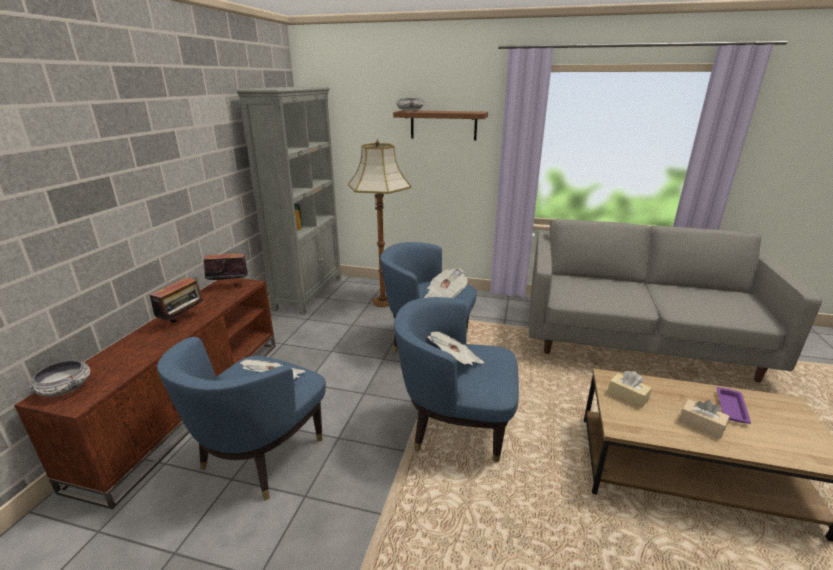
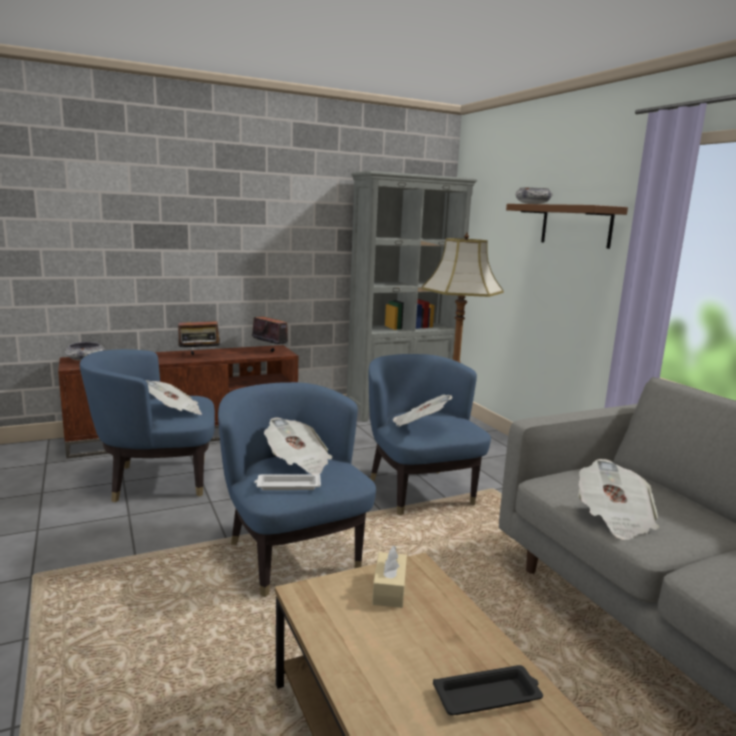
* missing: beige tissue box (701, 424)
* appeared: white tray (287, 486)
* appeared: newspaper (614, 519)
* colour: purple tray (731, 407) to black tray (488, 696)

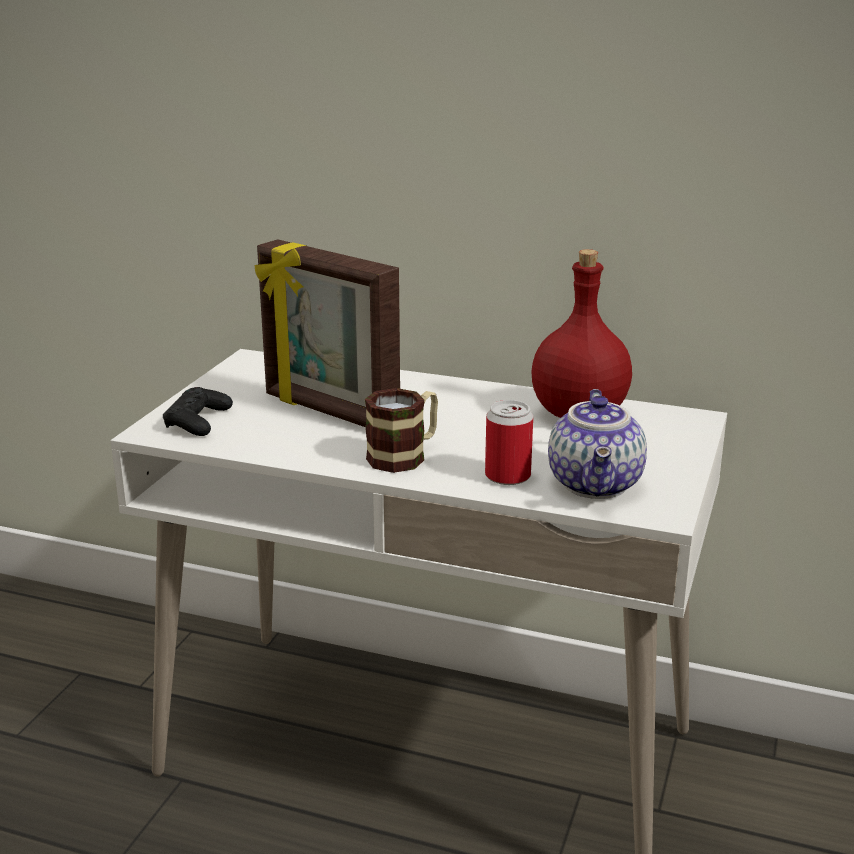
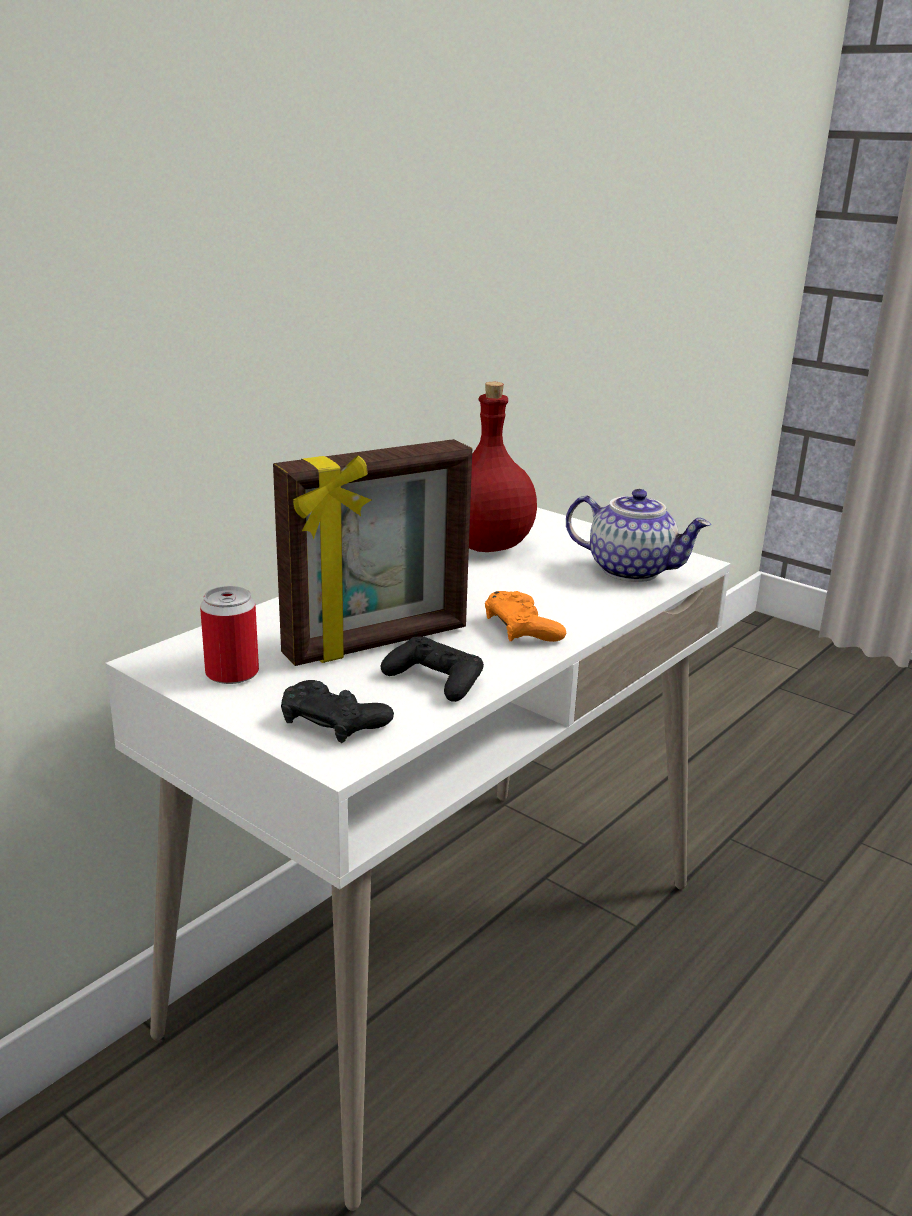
* appeared: black game controller (435, 679)
* relocated: can (507, 476) to (232, 673)
* exchanged: mug (405, 455) to orange game controller (522, 628)

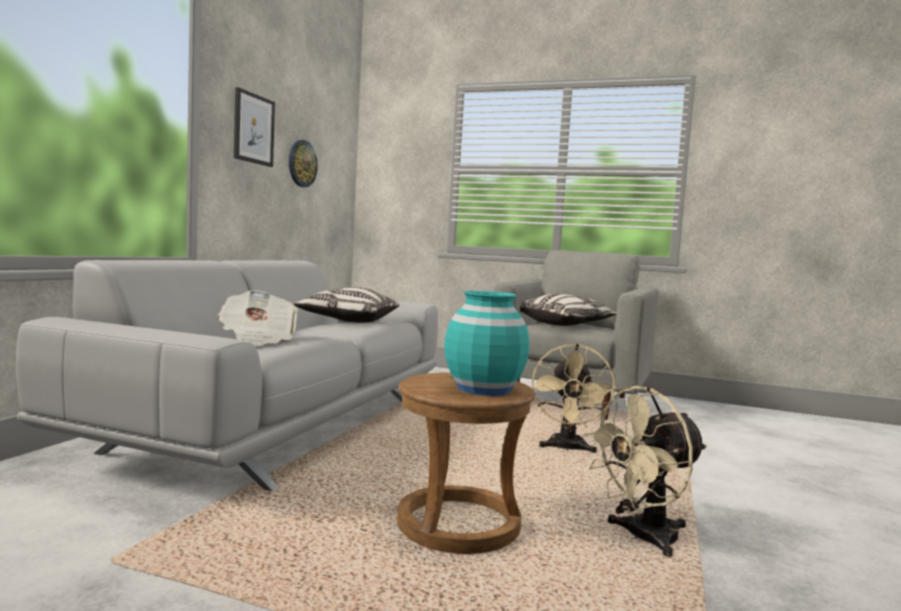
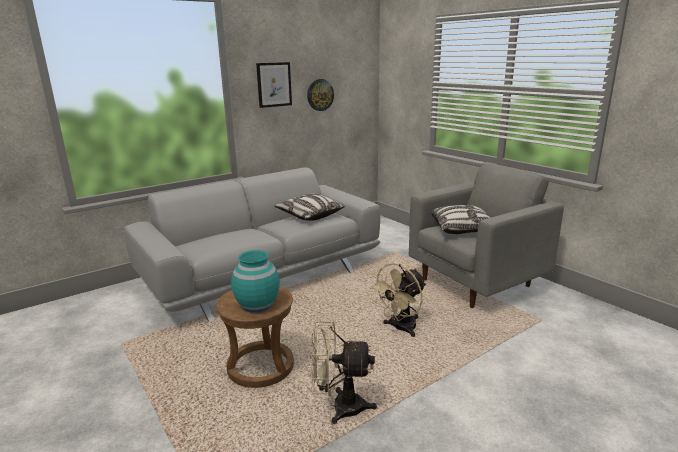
* missing: newspaper (257, 339)

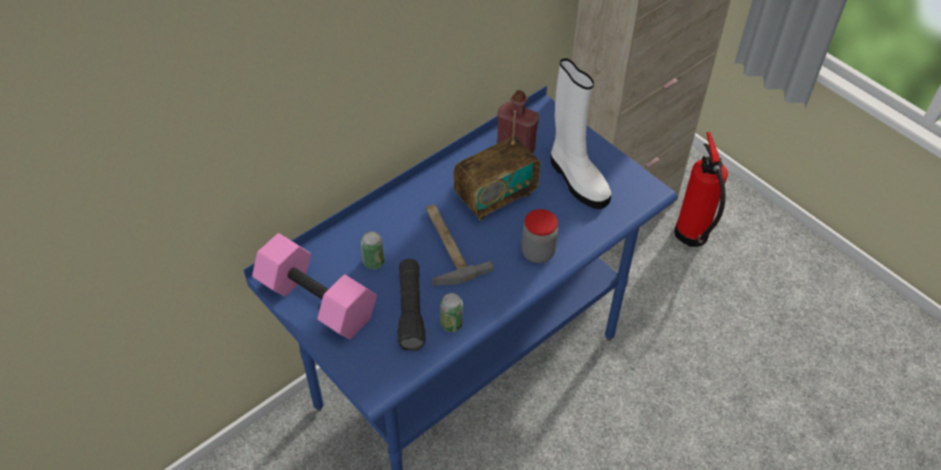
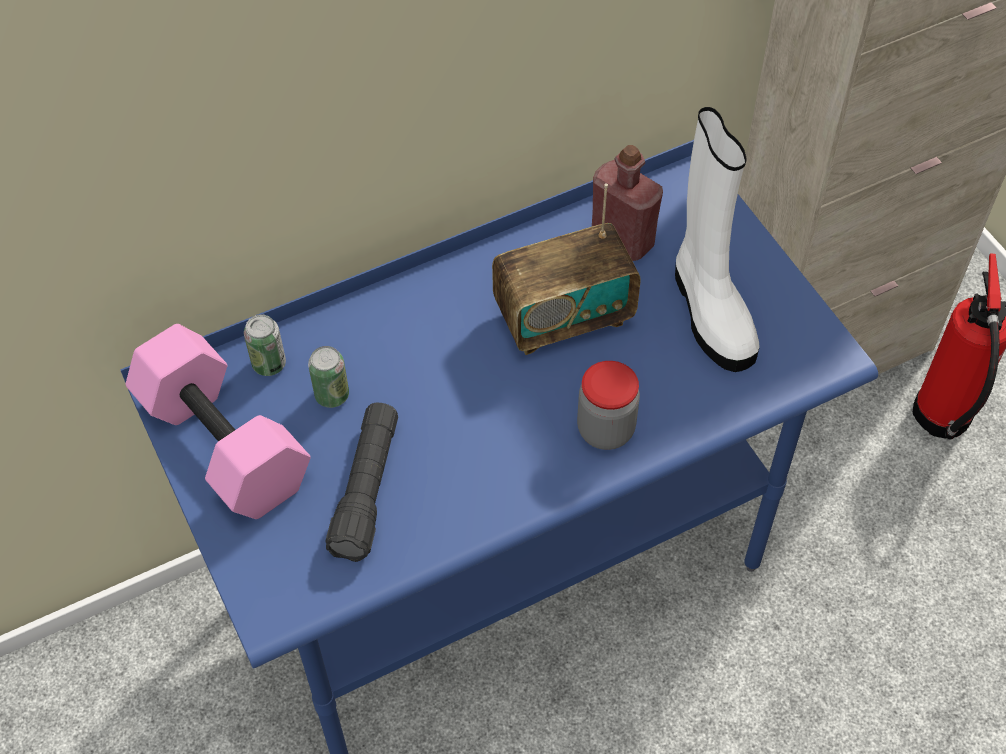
* missing: hammer (446, 245)
* relocated: can (451, 324) to (269, 364)

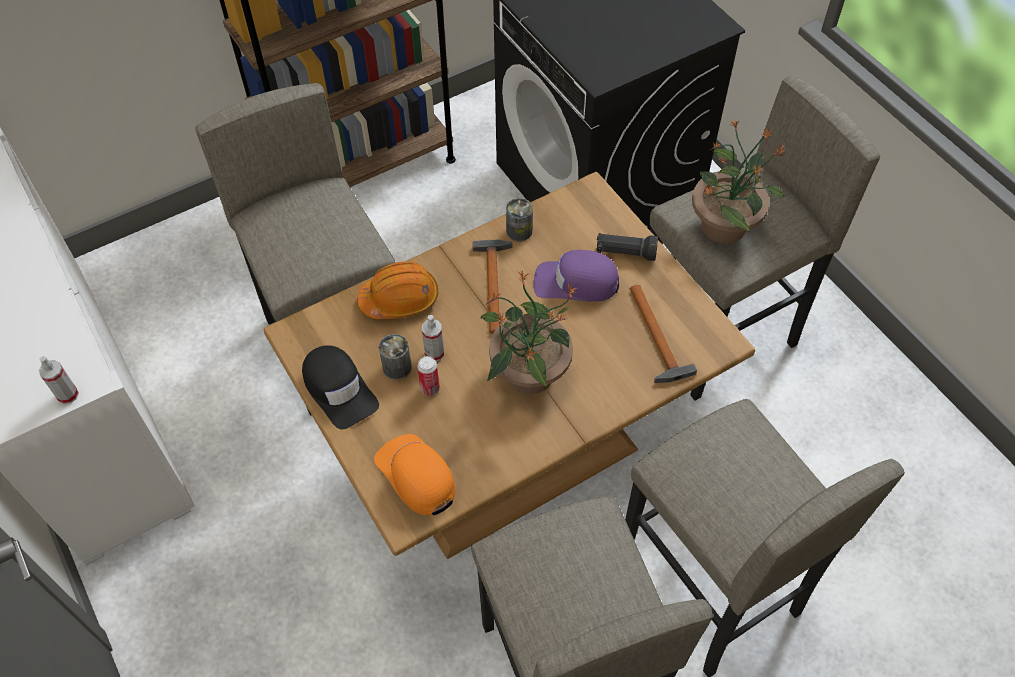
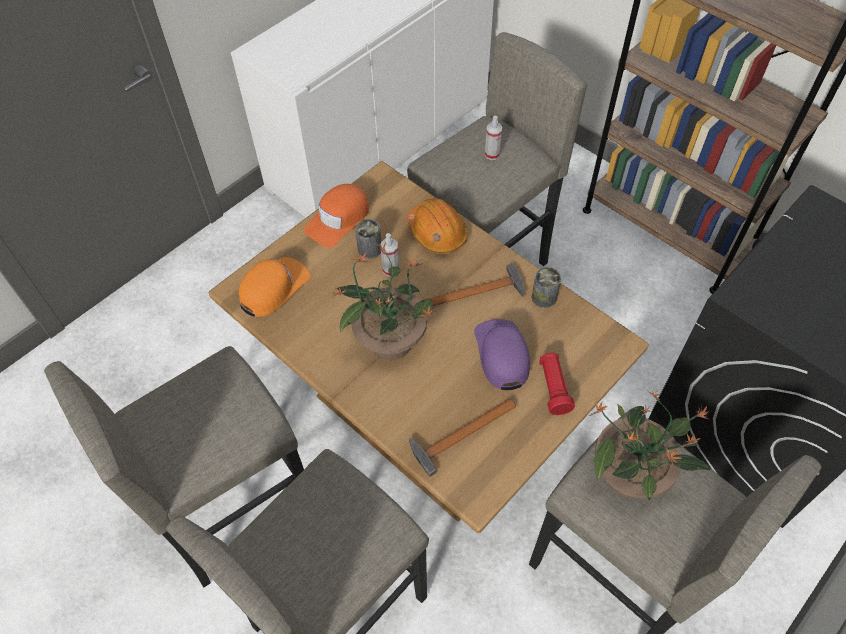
* missing: can (430, 388)
* relocated: spray bottle (68, 395) to (492, 154)
* colour: black cap (339, 390) to orange cap (338, 219)
* colour: black flashlight (625, 253) to red flashlight (553, 388)

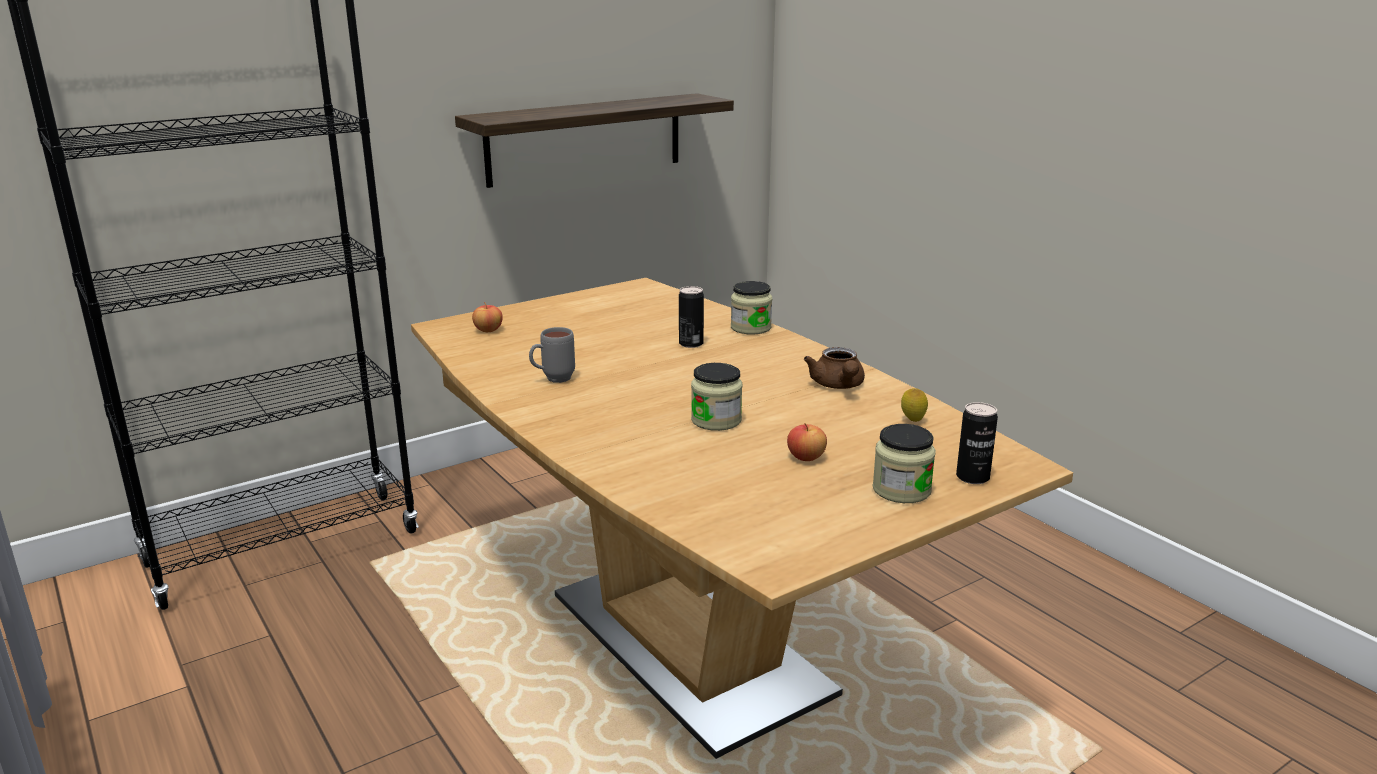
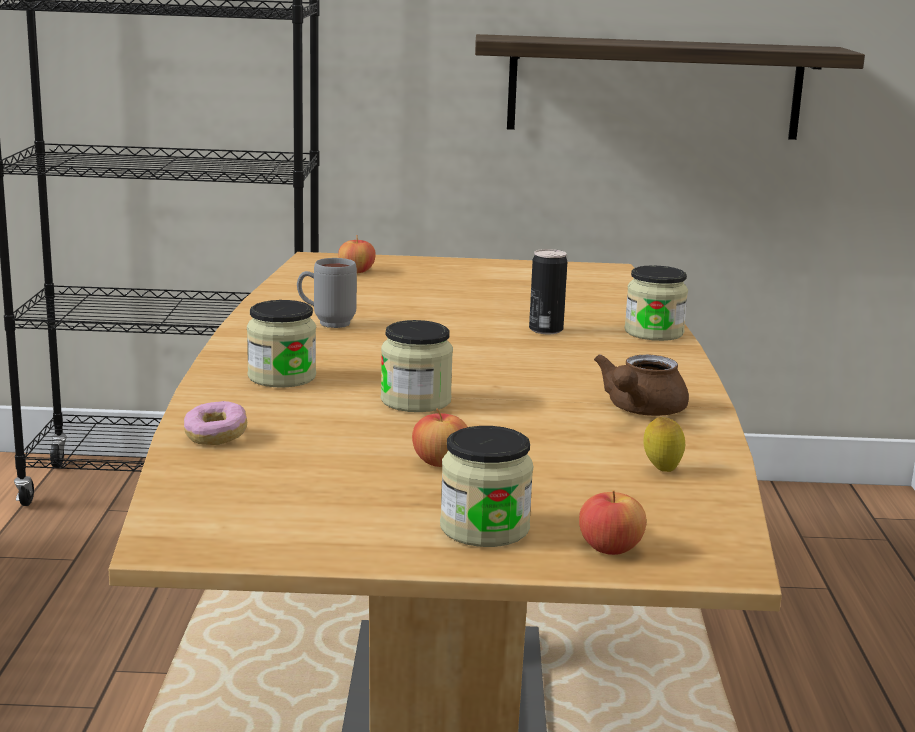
* appeared: donut (215, 437)
* appeared: jar (282, 377)
* exchanged: can (972, 477) to apple (610, 548)

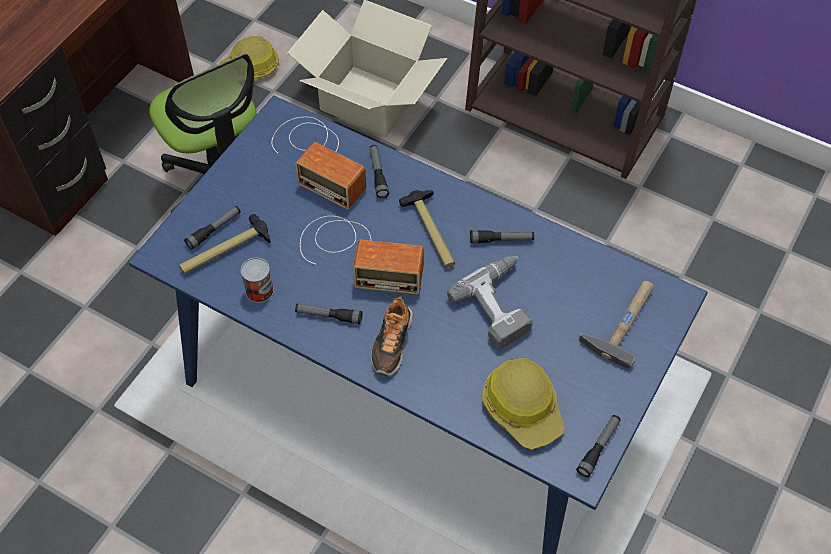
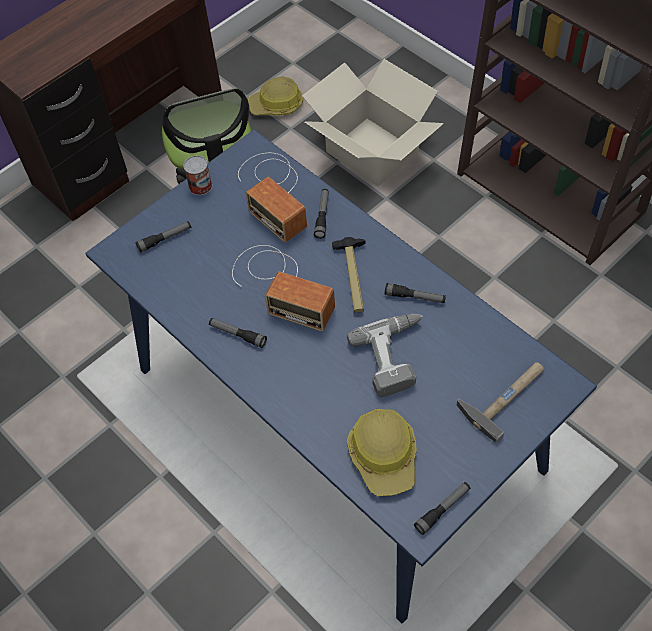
* missing: hammer (225, 251)
* missing: shoe (391, 343)
* relocated: can (259, 290) to (200, 186)

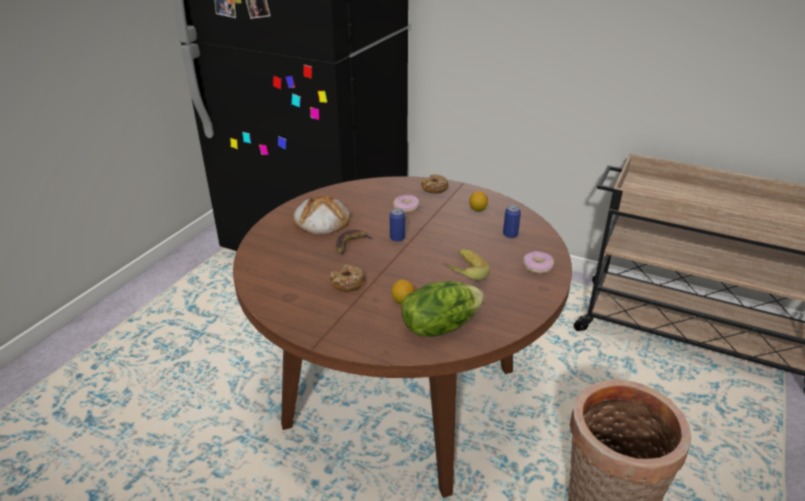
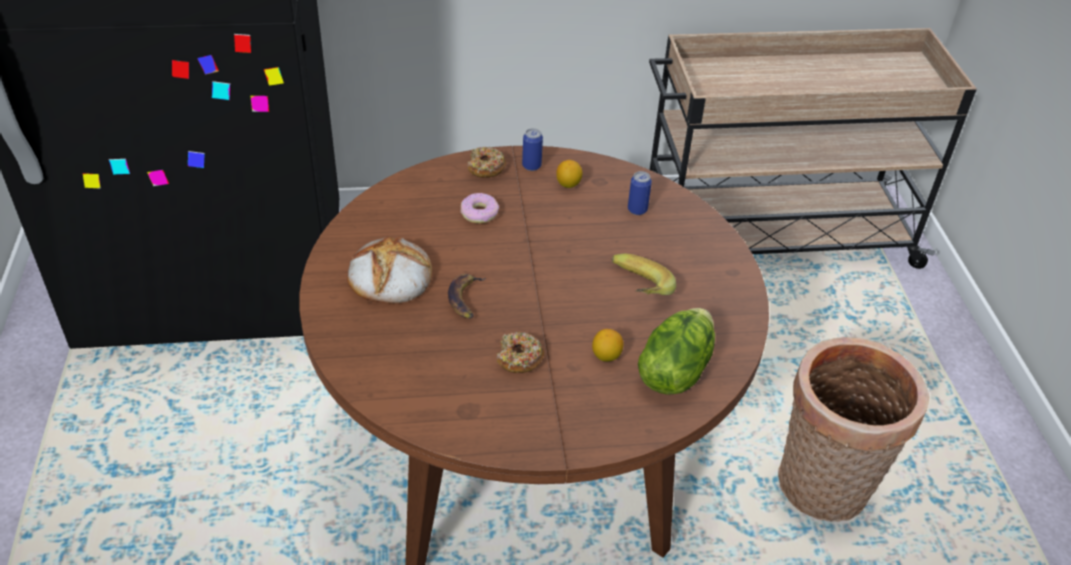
* missing: donut (537, 266)
* relocated: can (397, 238) to (531, 166)

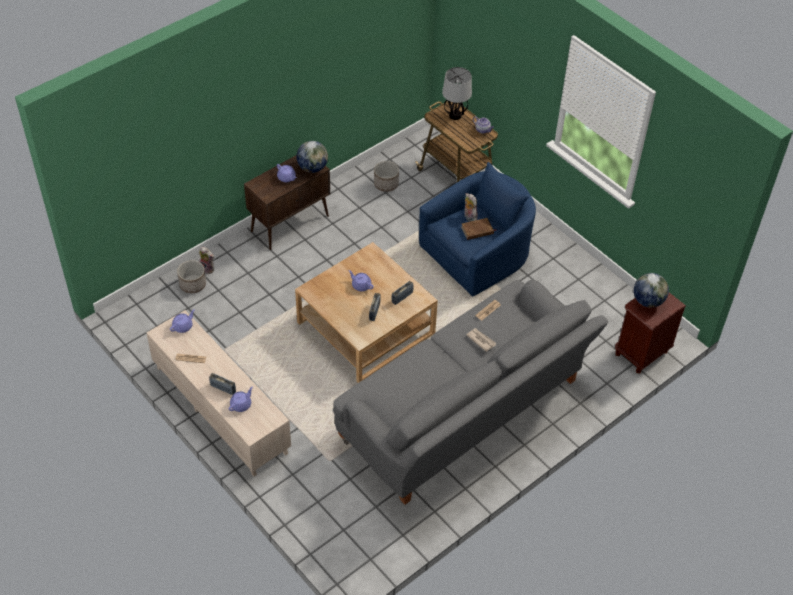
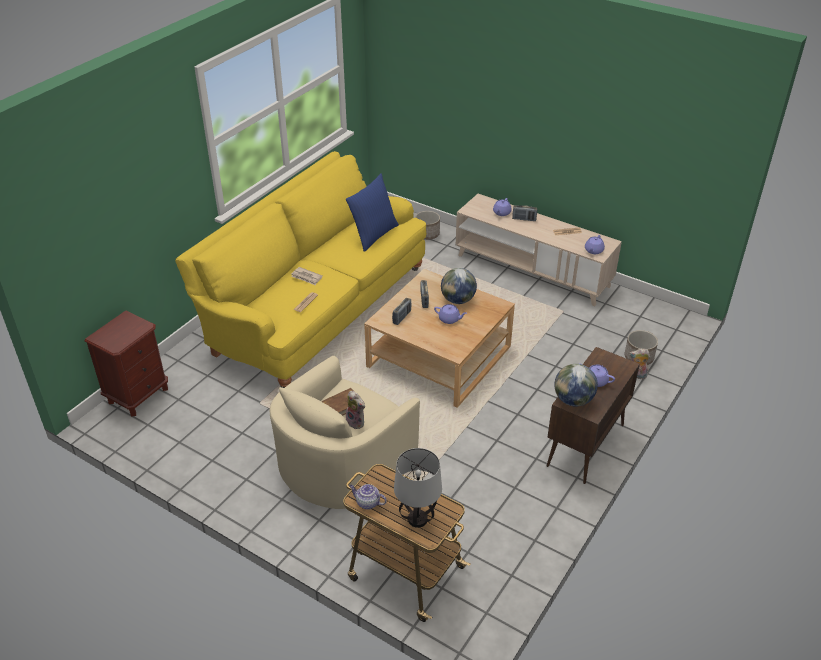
* appeared: blue pillow (373, 235)
* relocated: planter (386, 184) to (427, 234)
* relocated: globe (648, 301) to (458, 300)
* colour: grey sofa (465, 413) to yellow sofa (316, 309)
* colour: blue armchair (478, 254) to beige armchair (342, 462)

